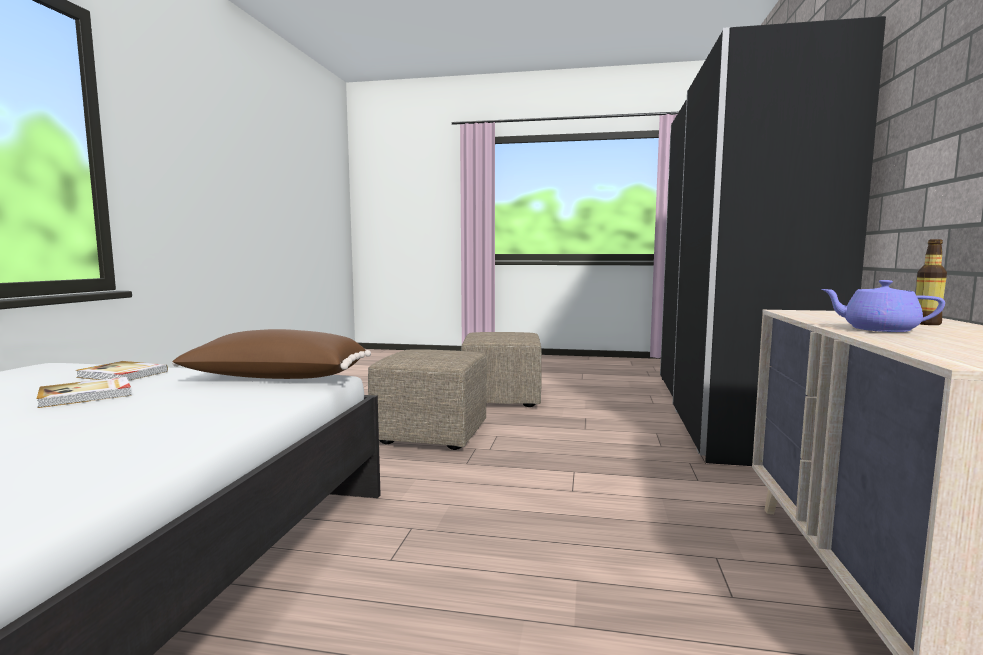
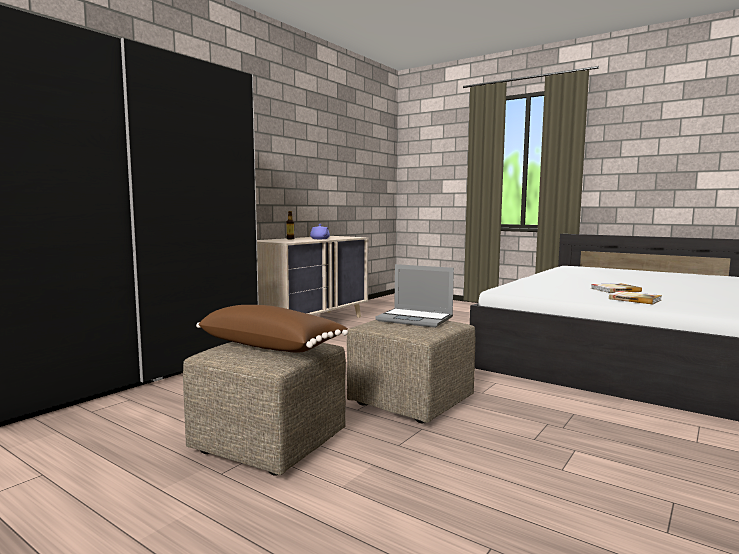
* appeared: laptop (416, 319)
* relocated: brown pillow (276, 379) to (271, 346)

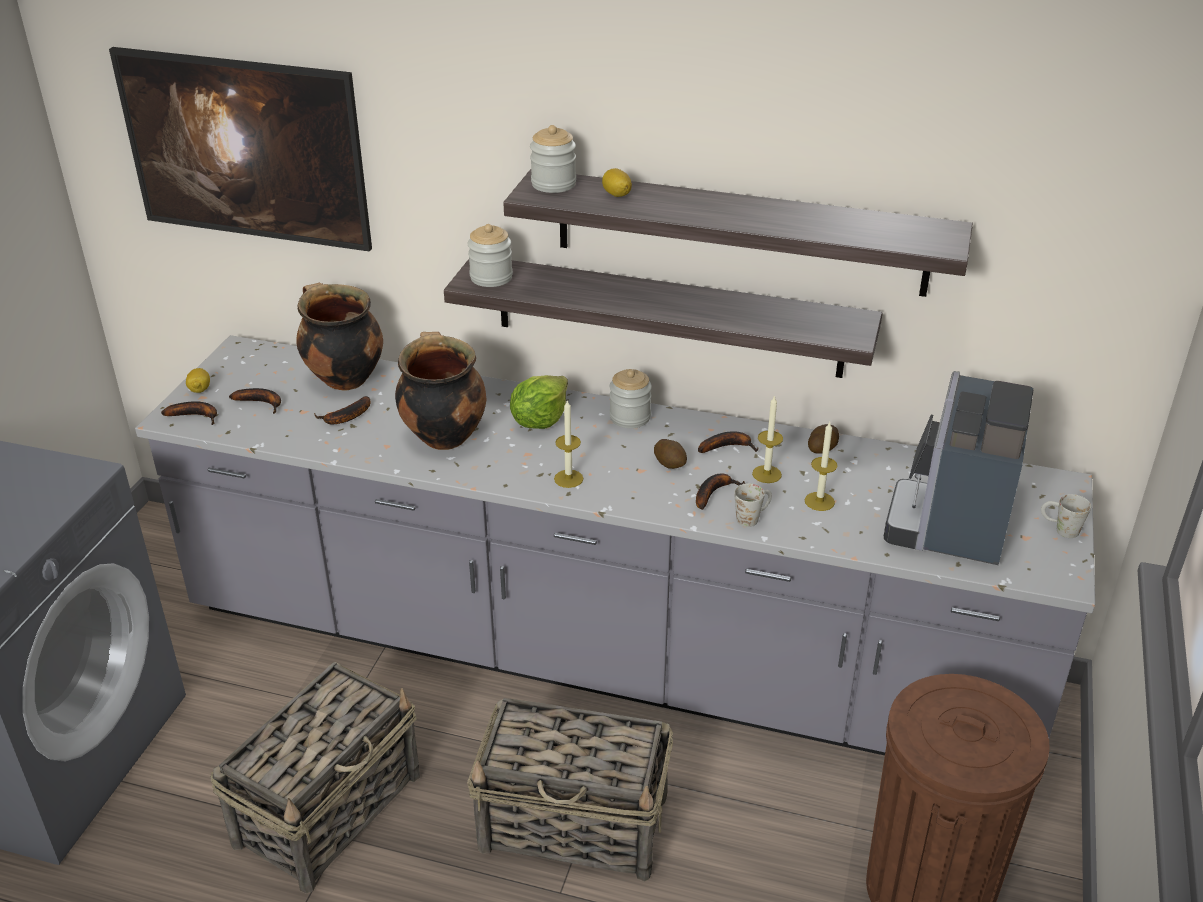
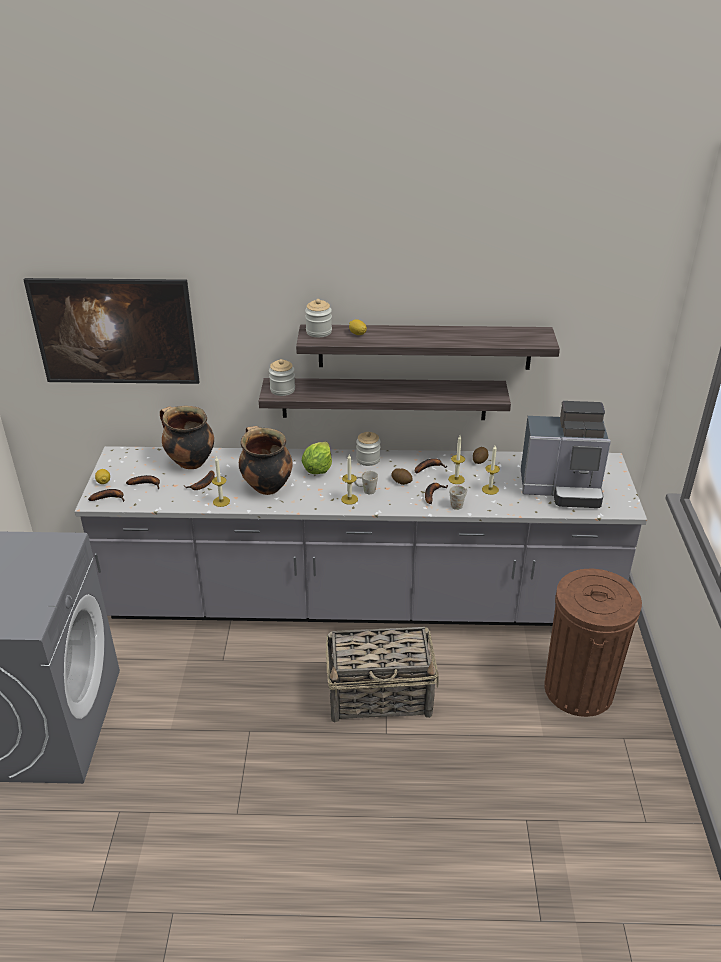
* missing: basket (330, 808)
* appeared: candle (221, 501)
* relocated: white mug (1059, 529) to (365, 490)
* spun: coffee machine (952, 521) = (562, 489) 90 degrees counterclockwise

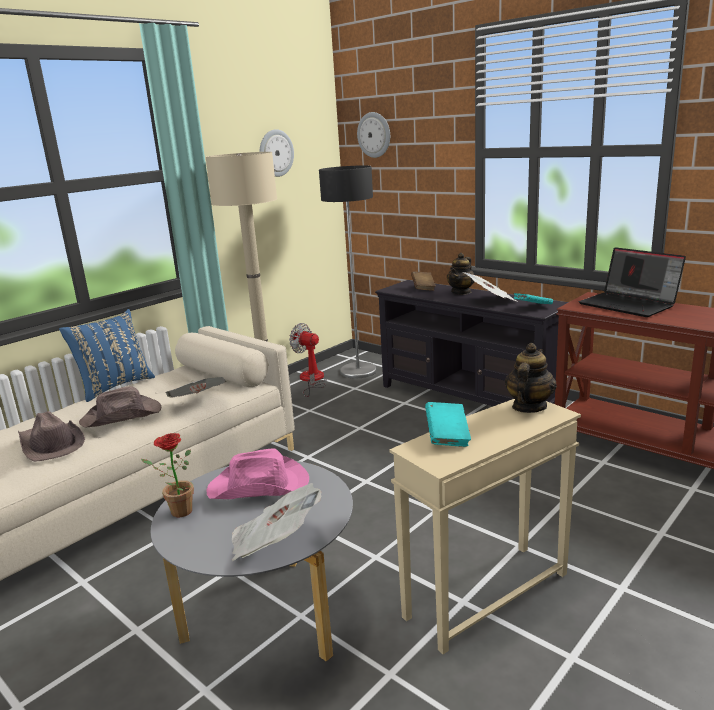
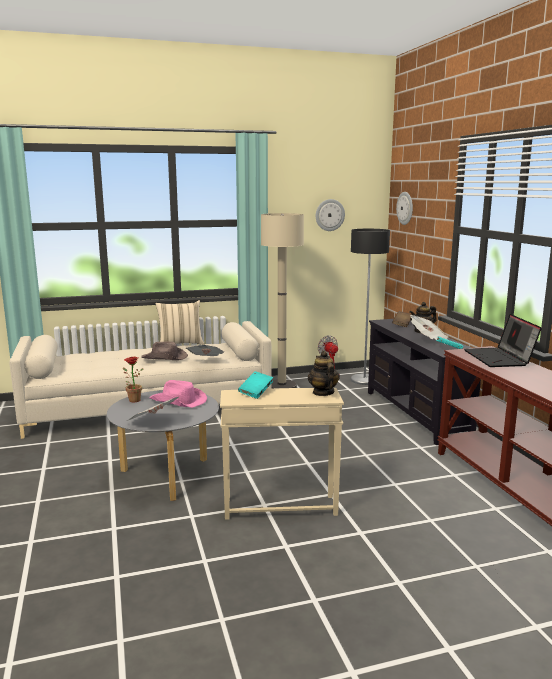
* missing: brown hat (51, 444)
* colour: blue pillow (114, 386) to beige pillow (180, 344)
* spun: teapot (528, 407) = (323, 392) 75 degrees counterclockwise

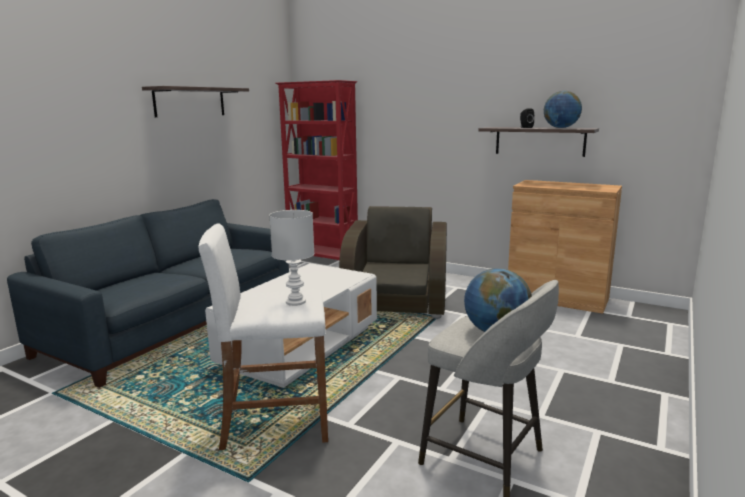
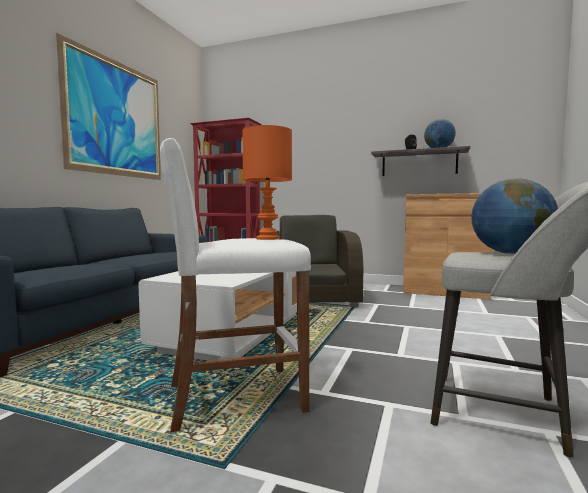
* exchanged: shelf (190, 102) to picture (116, 118)
* colour: white table lamp (295, 302) to orange table lamp (267, 239)

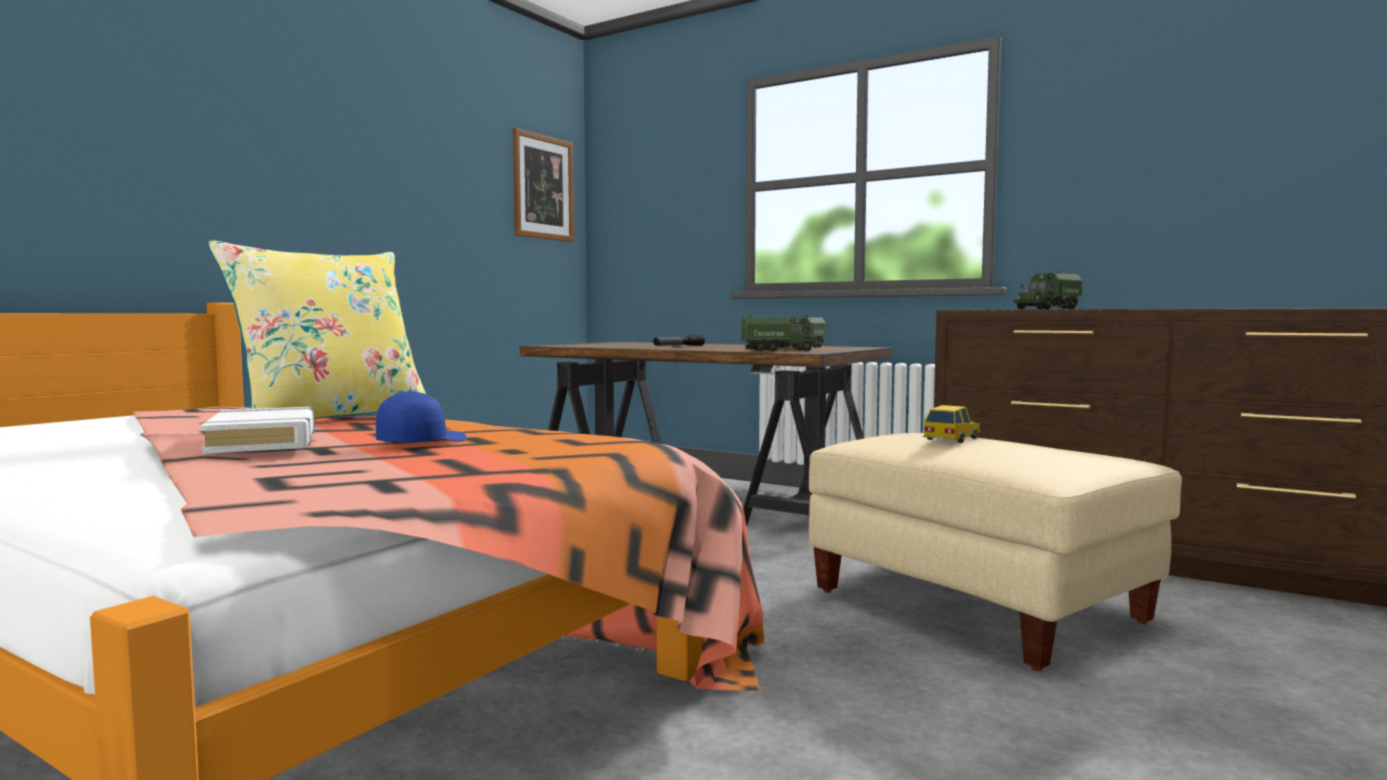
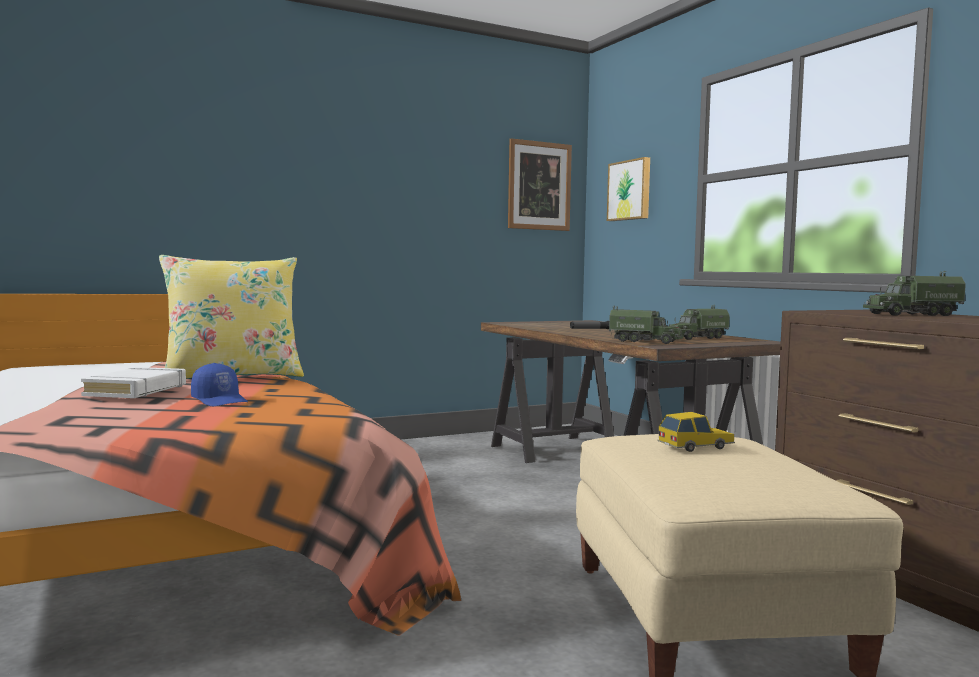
* appeared: picture (630, 190)
* spun: blue cap (421, 442) = (220, 401) 75 degrees clockwise

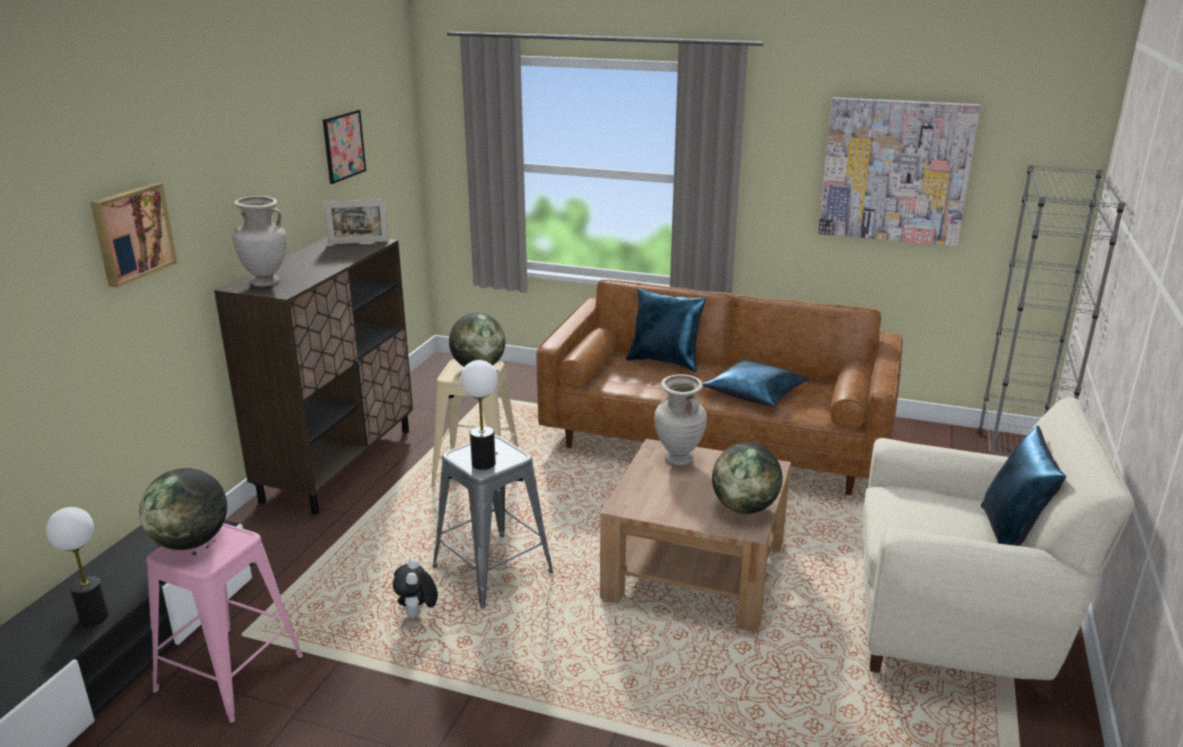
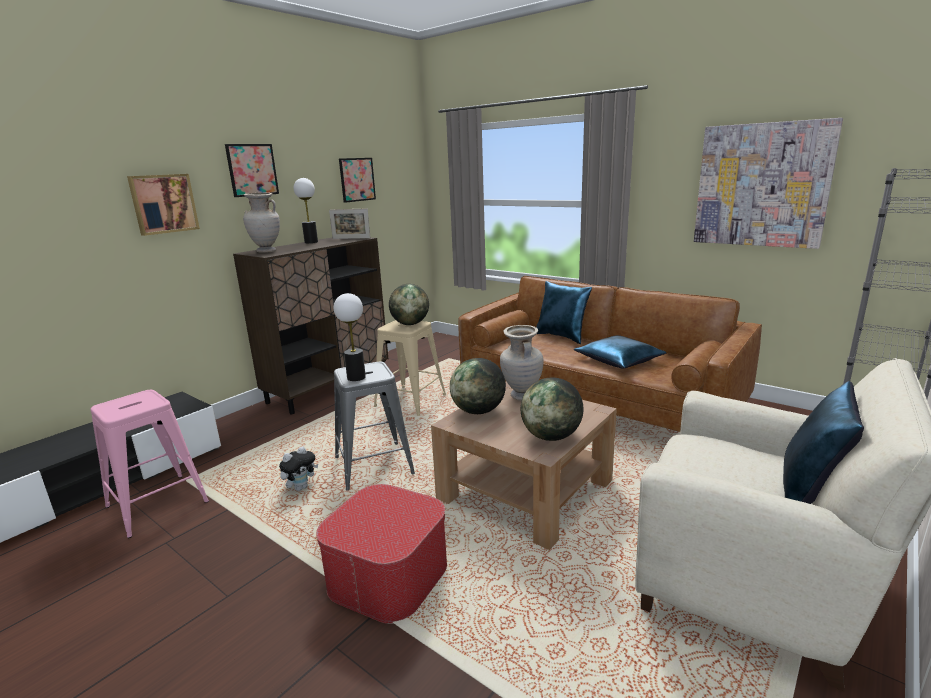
* appeared: picture (252, 170)
* appeared: ottoman (388, 576)
* relocated: table lamp (94, 617) to (311, 242)
* relocated: globe (191, 543) to (478, 411)
* spun: plush toy (417, 615) = (301, 487) 150 degrees counterclockwise

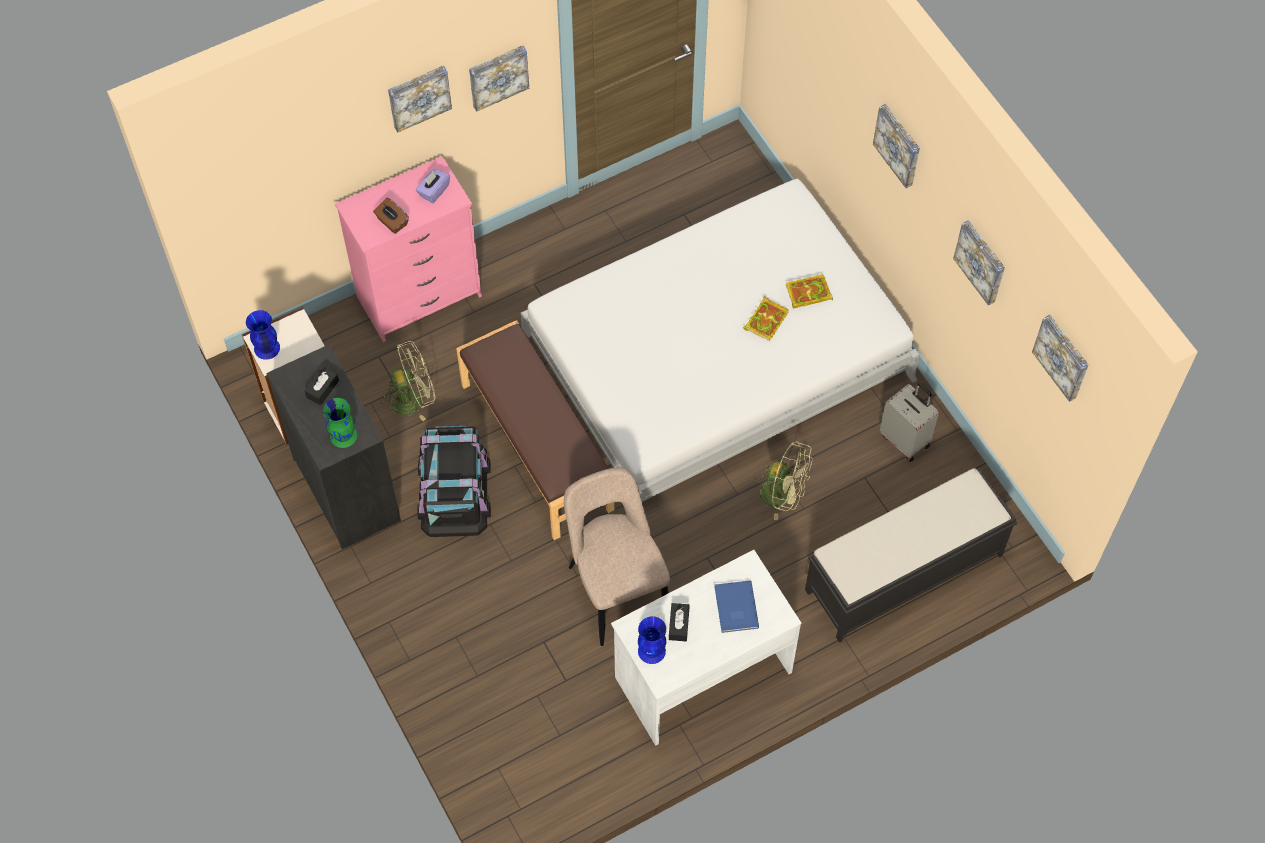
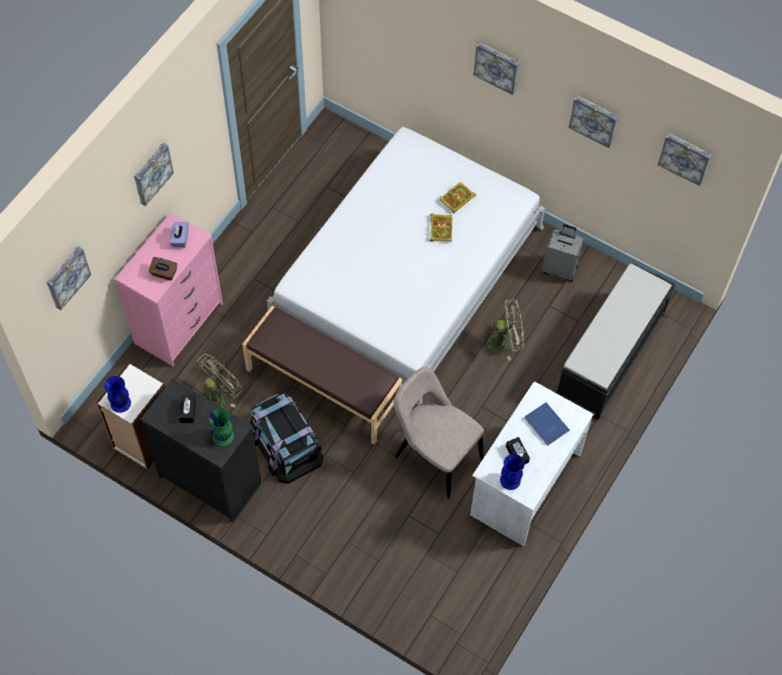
* relocated: picture (497, 76) to (66, 276)

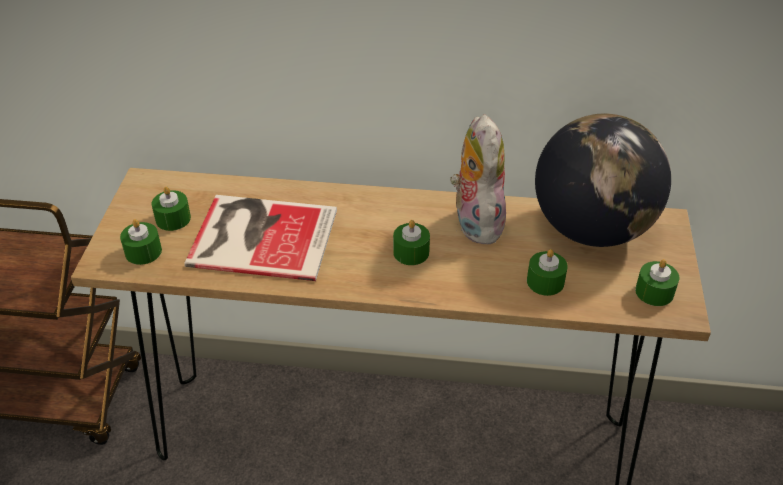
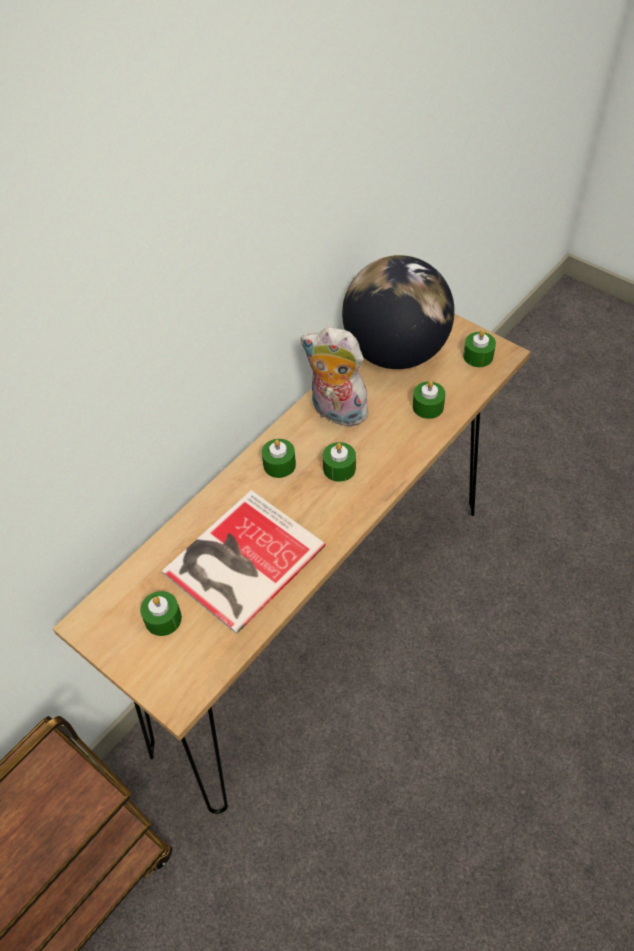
* relocated: green candle (143, 252) to (279, 464)

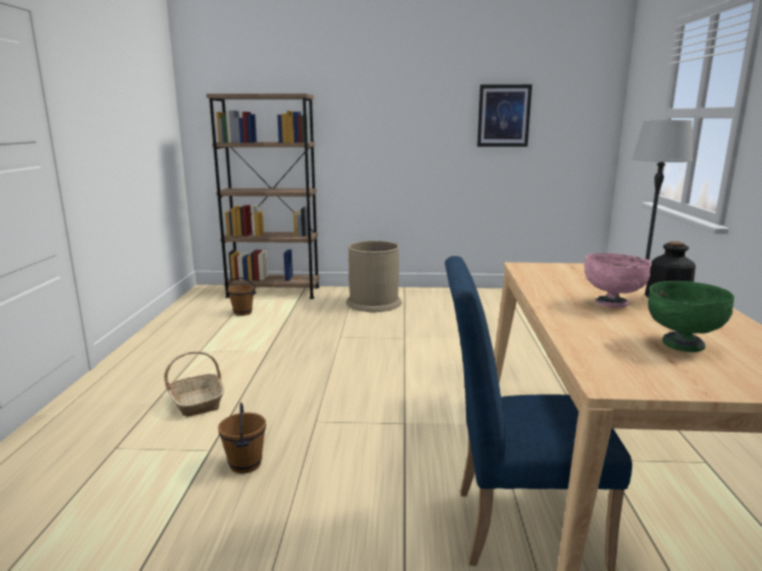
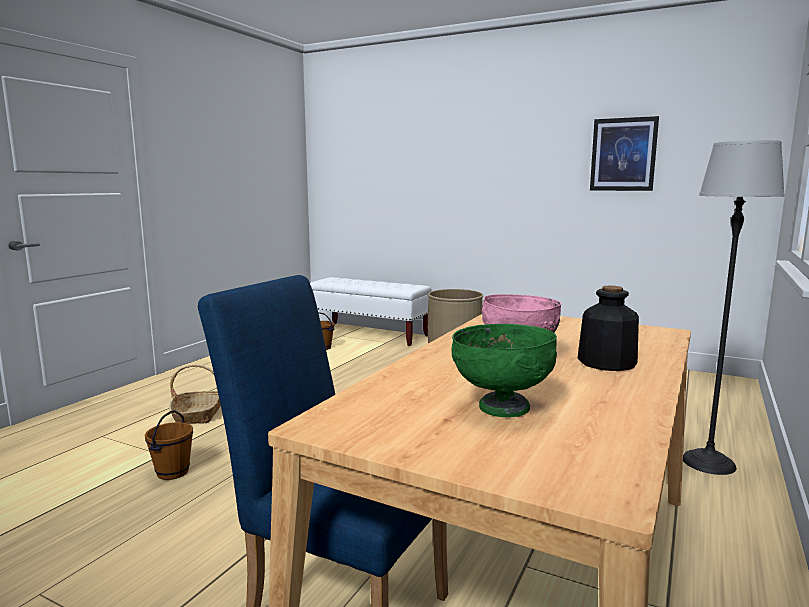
* exchanged: brown bookcase (273, 292) to white bench (369, 334)

